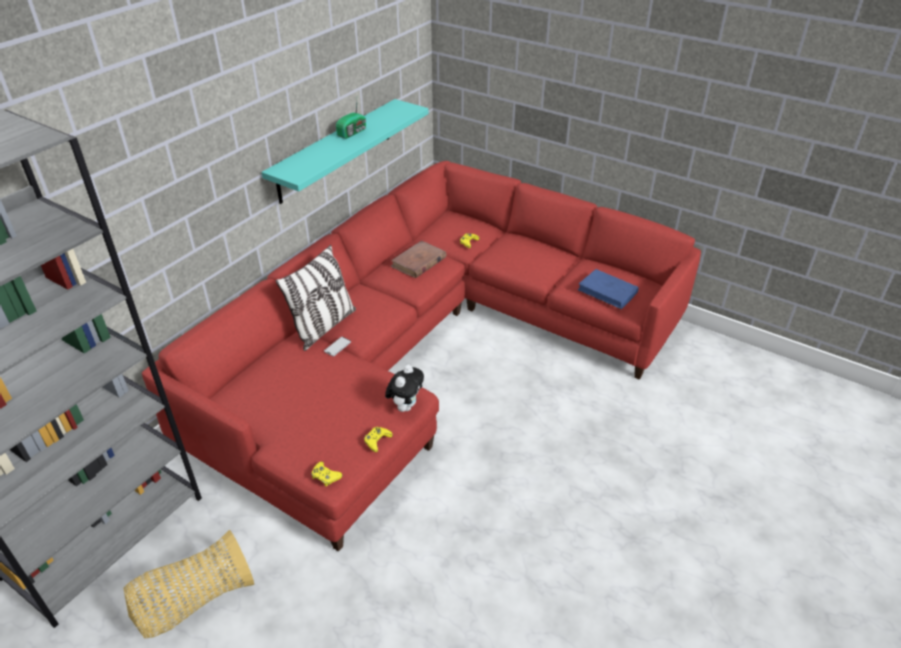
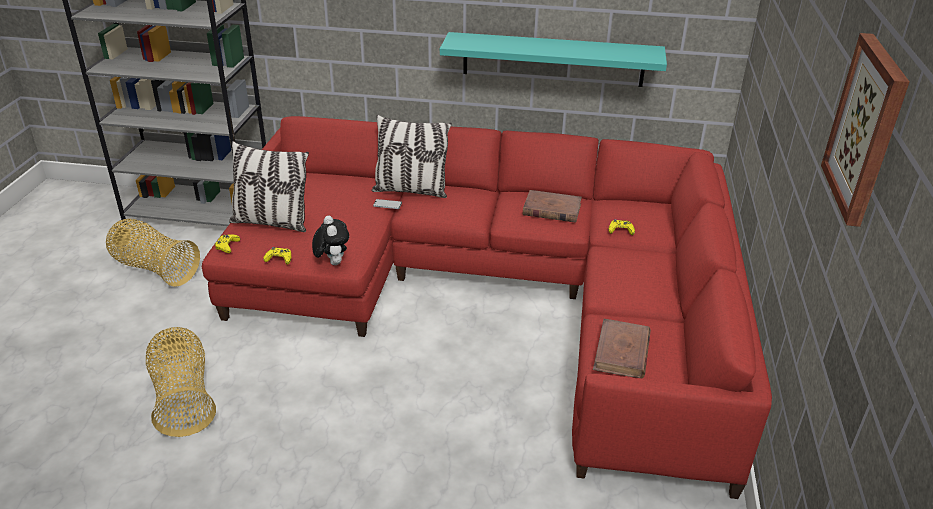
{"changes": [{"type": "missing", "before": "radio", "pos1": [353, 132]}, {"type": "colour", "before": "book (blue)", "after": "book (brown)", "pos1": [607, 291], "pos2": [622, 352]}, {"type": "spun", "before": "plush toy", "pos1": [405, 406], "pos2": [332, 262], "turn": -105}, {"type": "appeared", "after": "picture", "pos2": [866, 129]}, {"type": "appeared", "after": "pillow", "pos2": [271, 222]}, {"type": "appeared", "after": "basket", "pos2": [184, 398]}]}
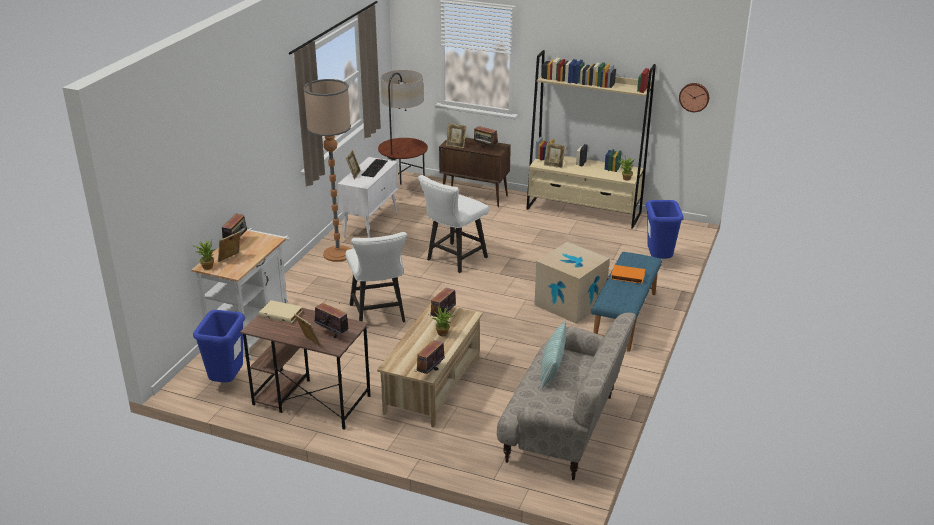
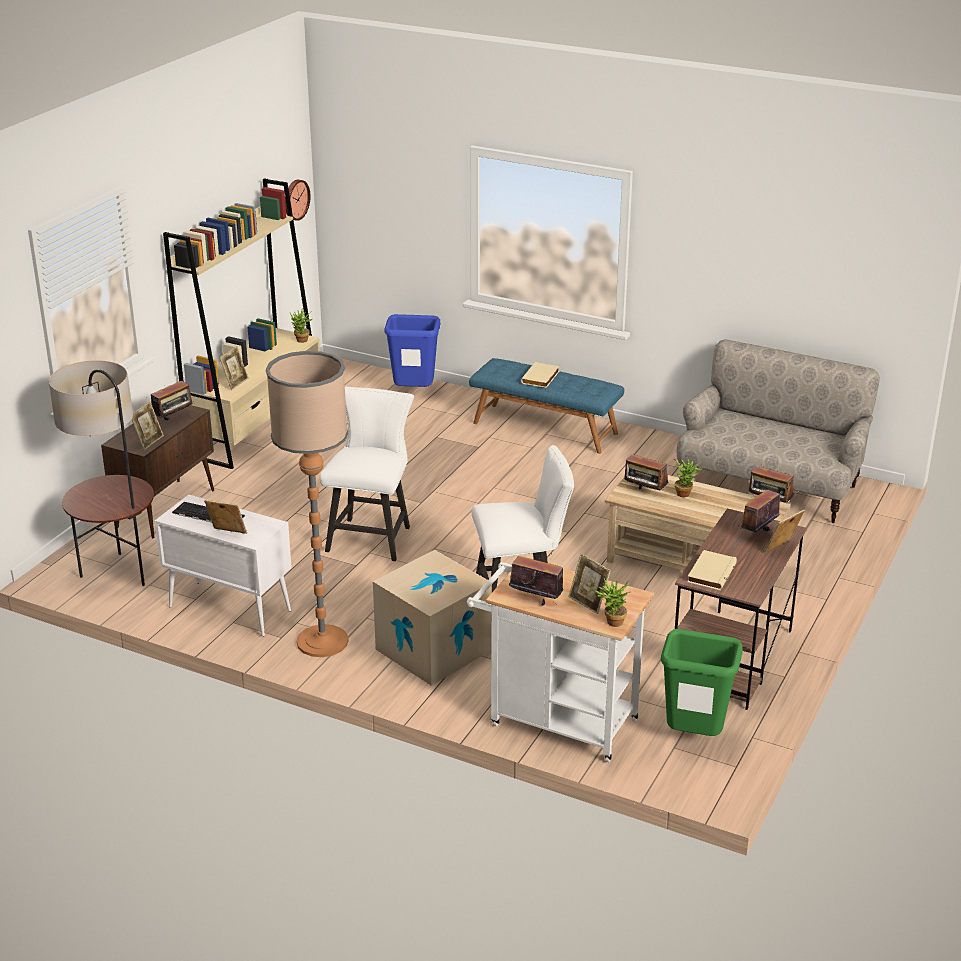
{"changes": [{"type": "spun", "before": "chair (white)", "pos1": [453, 260], "pos2": [371, 536], "turn": -120}, {"type": "relocated", "before": "cardboard box", "pos1": [570, 303], "pos2": [433, 649]}, {"type": "colour", "before": "book (orange)", "after": "book (beige)", "pos1": [627, 276], "pos2": [541, 378]}, {"type": "colour", "before": "trash can (blue)", "after": "trash can (green)", "pos1": [227, 382], "pos2": [693, 737]}, {"type": "missing", "before": "pillow", "pos1": [552, 368]}]}
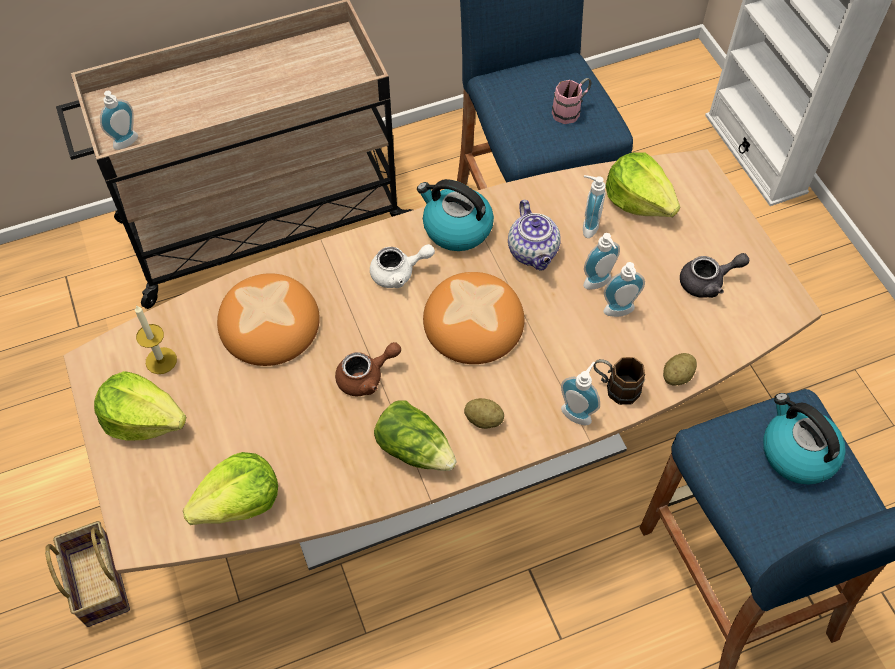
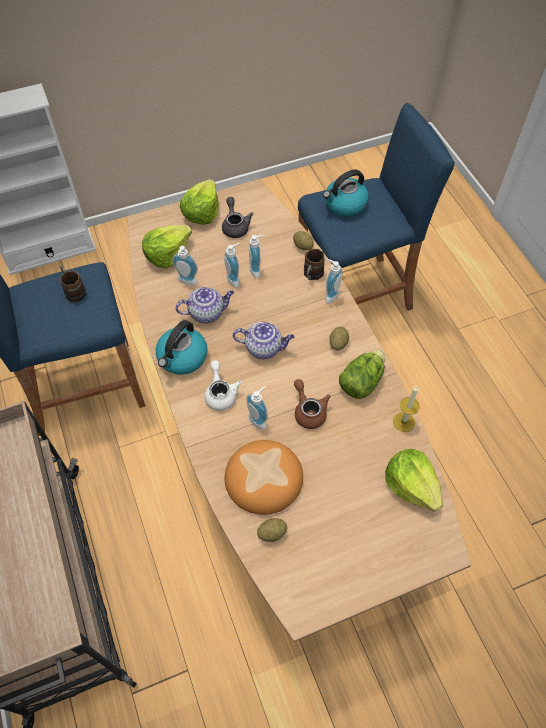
{"changes": [{"type": "colour", "before": "mug (pink)", "after": "mug (brown)", "pos1": [571, 110], "pos2": [73, 290]}, {"type": "relocated", "before": "soap dispenser", "pos1": [127, 143], "pos2": [259, 419]}, {"type": "exchanged", "before": "bread", "after": "teapot", "pos1": [473, 323], "pos2": [264, 348]}, {"type": "relocated", "before": "candle", "pos1": [161, 360], "pos2": [404, 422]}, {"type": "relocated", "before": "lettuce", "pos1": [143, 419], "pos2": [201, 212]}, {"type": "missing", "before": "basket", "pos1": [97, 581]}, {"type": "appeared", "after": "potato", "pos2": [272, 533]}]}
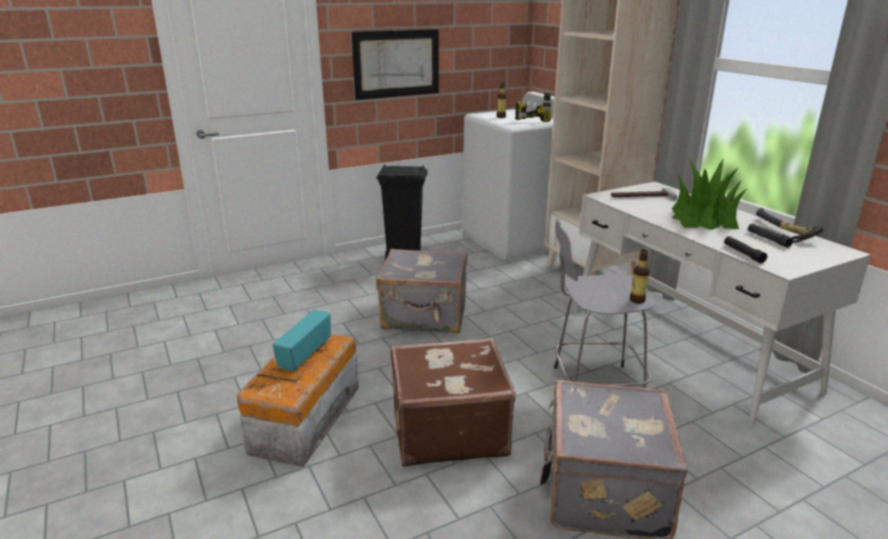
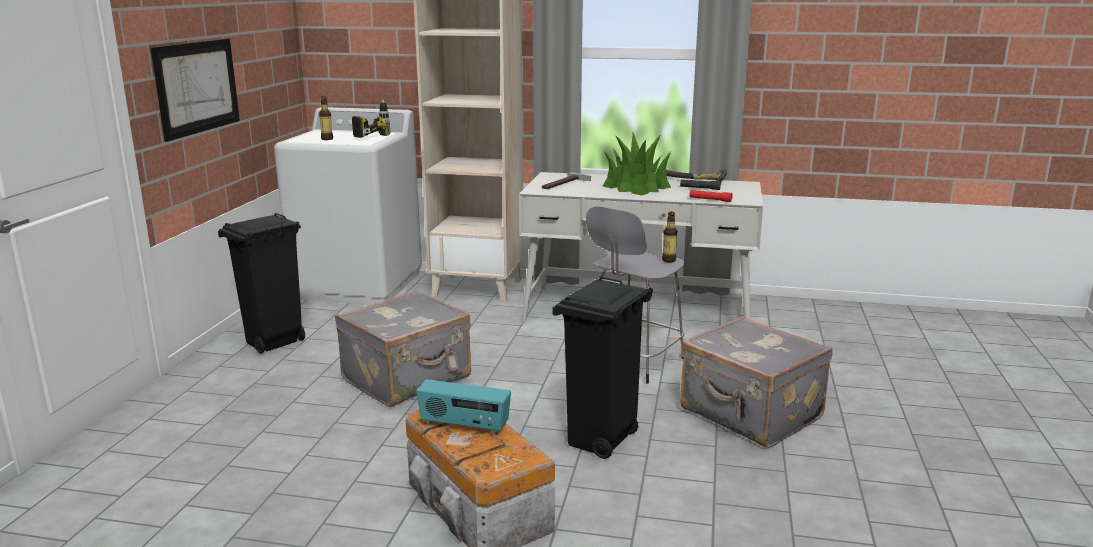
{"changes": [{"type": "colour", "before": "flashlight (black)", "after": "flashlight (red)", "pos1": [743, 254], "pos2": [710, 200]}, {"type": "spun", "before": "radio", "pos1": [304, 355], "pos2": [464, 426], "turn": -45}, {"type": "exchanged", "before": "suitcase (brown)", "after": "trash can (black)", "pos1": [447, 430], "pos2": [600, 441]}]}
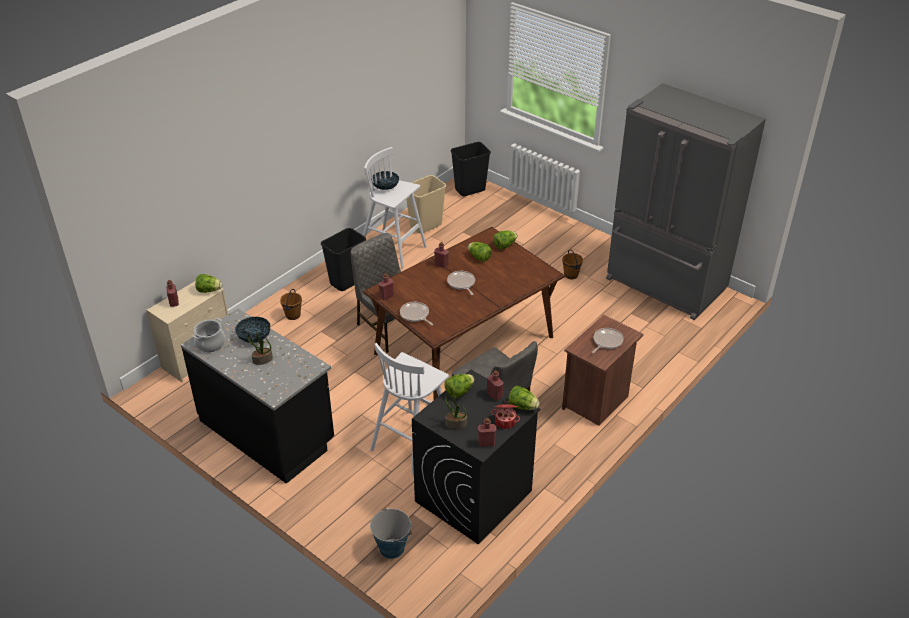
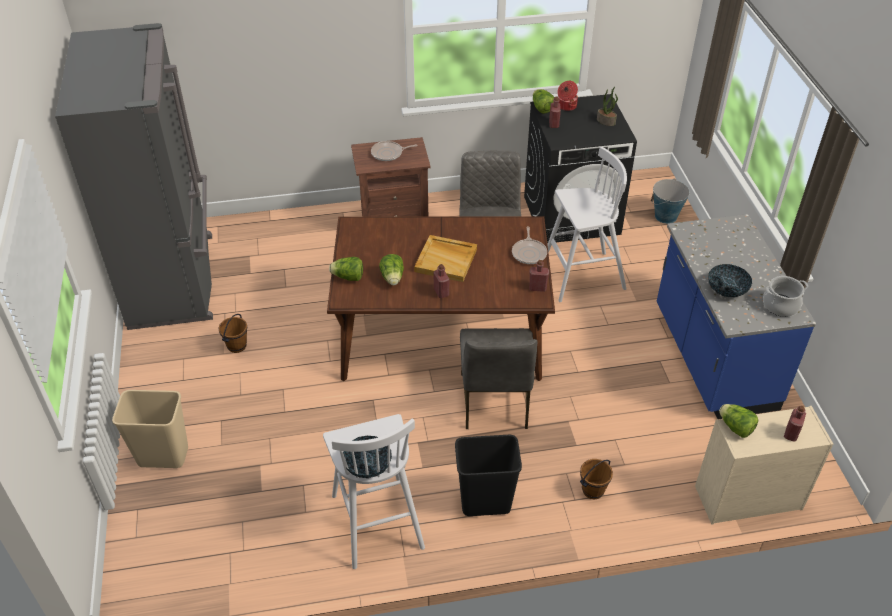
{"changes": [{"type": "missing", "before": "trash can (black)", "pos1": [470, 190]}, {"type": "relocated", "before": "trash can (beige)", "pos1": [425, 225], "pos2": [162, 457]}, {"type": "exchanged", "before": "frying pan", "after": "tray (beige)", "pos1": [461, 283], "pos2": [446, 260]}, {"type": "colour", "before": "counter (black)", "after": "counter (blue)", "pos1": [268, 431], "pos2": [712, 359]}, {"type": "missing", "before": "potted plant", "pos1": [262, 360]}, {"type": "missing", "before": "lettuce", "pos1": [459, 392]}, {"type": "missing", "before": "bottle (red)", "pos1": [486, 443]}]}
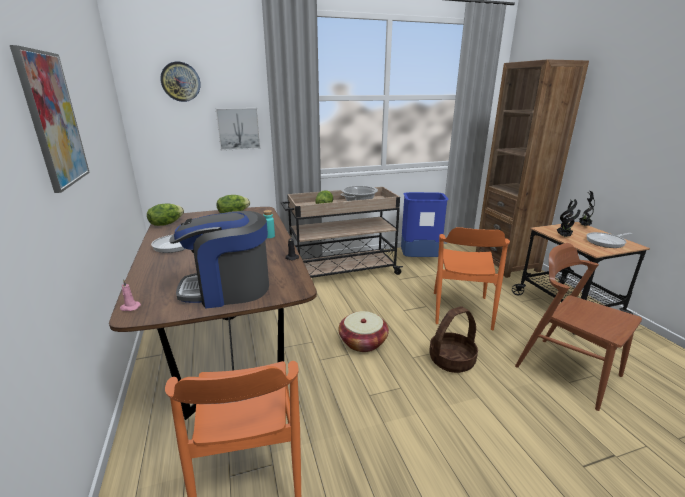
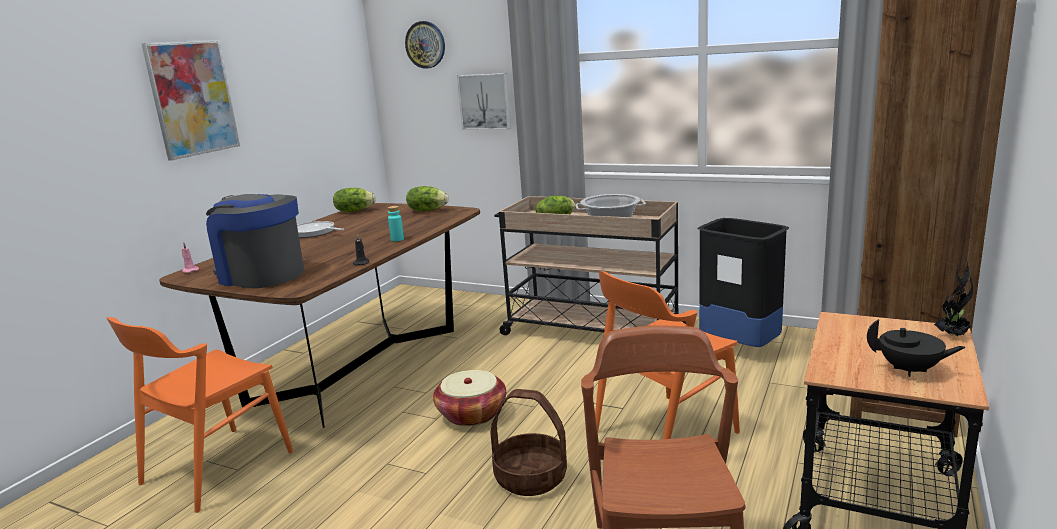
{"changes": [{"type": "colour", "before": "trash can (blue)", "after": "trash can (black)", "pos1": [419, 259], "pos2": [740, 347]}, {"type": "missing", "before": "potted plant", "pos1": [564, 237]}, {"type": "exchanged", "before": "frying pan", "after": "teapot (black)", "pos1": [606, 242], "pos2": [910, 370]}]}
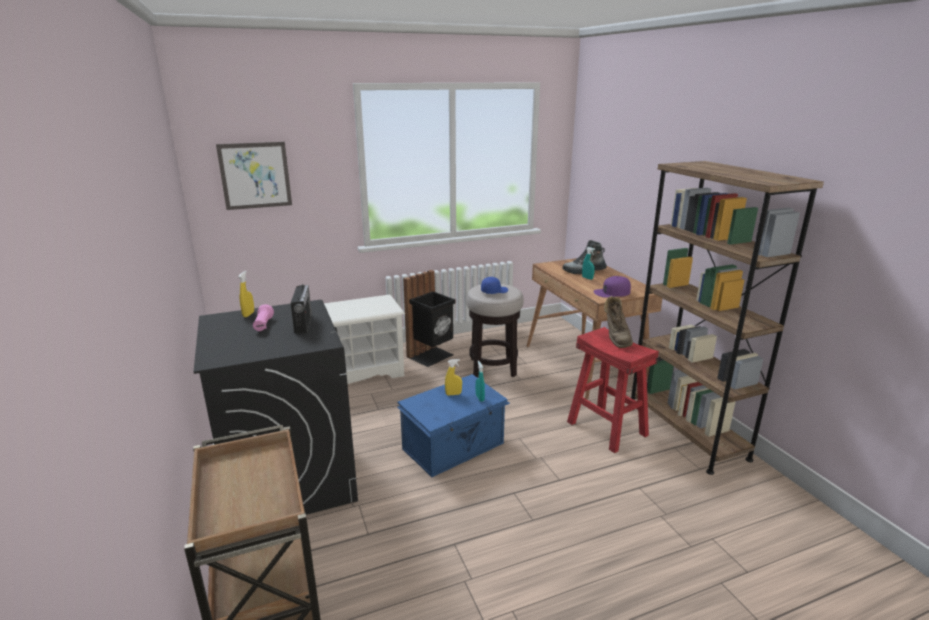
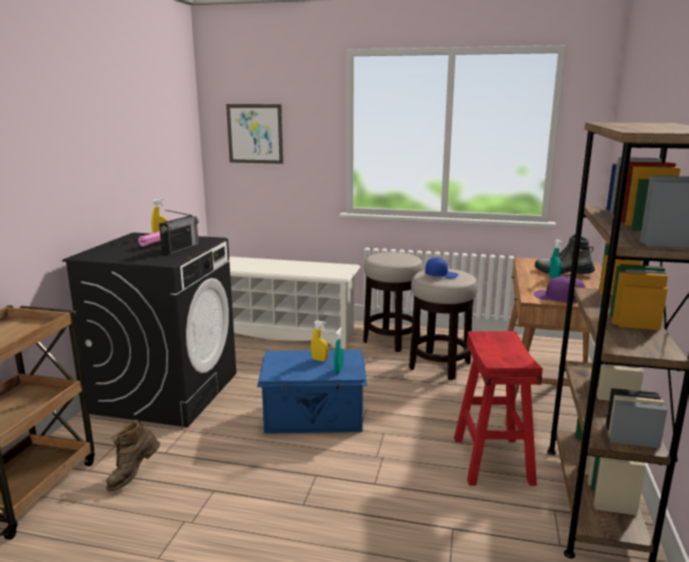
{"changes": [{"type": "exchanged", "before": "trash can (black)", "after": "stool", "pos1": [432, 356], "pos2": [391, 340]}, {"type": "relocated", "before": "boot (brown)", "pos1": [616, 338], "pos2": [133, 475]}]}
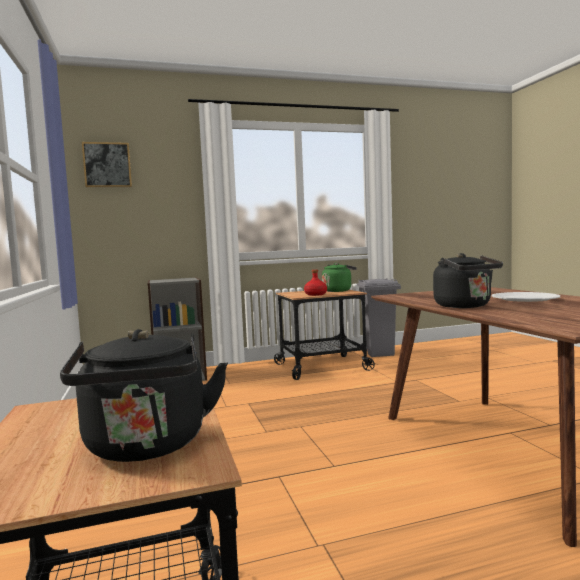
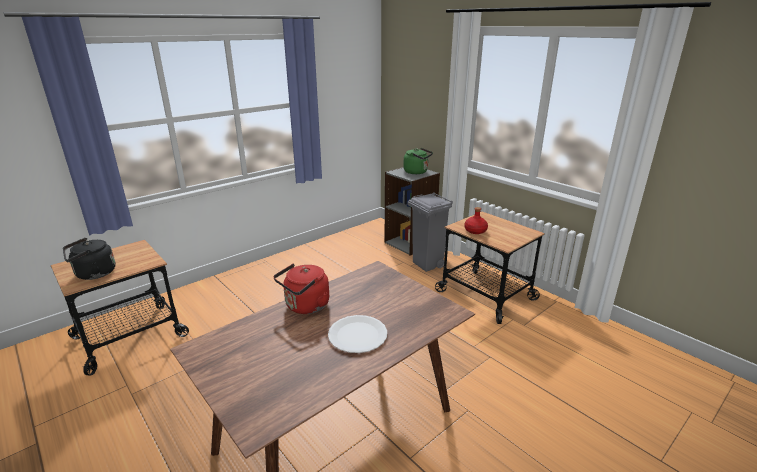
{"changes": [{"type": "missing", "before": "picture", "pos1": [107, 165]}, {"type": "colour", "before": "kettle (black)", "after": "kettle (red)", "pos1": [465, 306], "pos2": [305, 306]}, {"type": "relocated", "before": "kettle (green)", "pos1": [338, 291], "pos2": [417, 172]}, {"type": "relocated", "before": "trash can (grey)", "pos1": [380, 354], "pos2": [427, 264]}]}
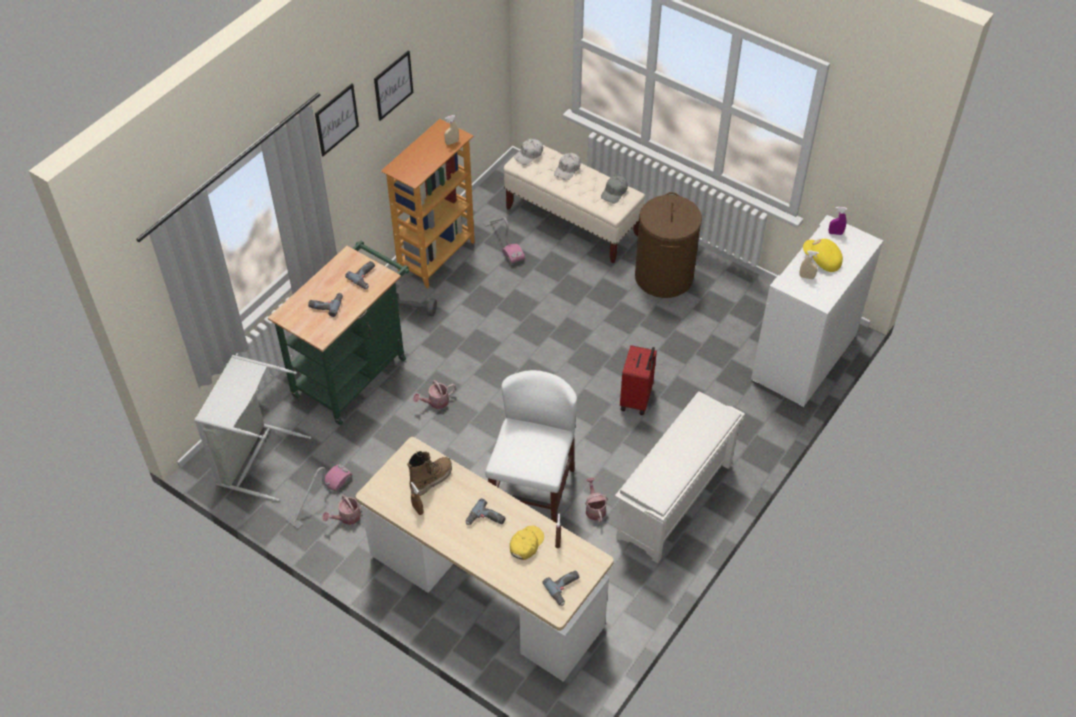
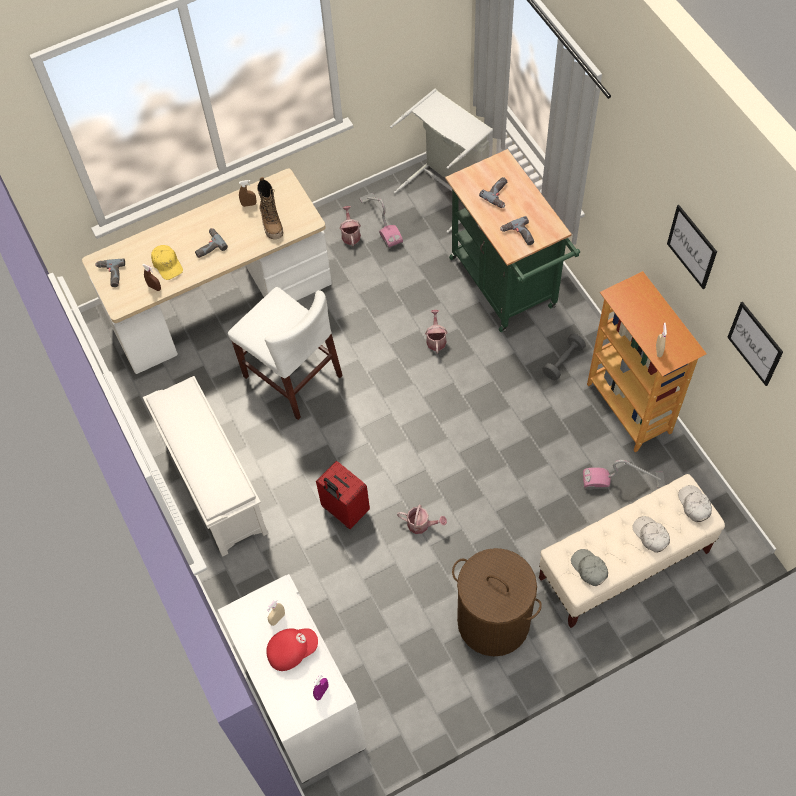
{"changes": [{"type": "relocated", "before": "picture", "pos1": [336, 119], "pos2": [755, 343]}, {"type": "colour", "before": "cap (yellow)", "after": "cap (red)", "pos1": [821, 260], "pos2": [291, 650]}, {"type": "relocated", "before": "watering can", "pos1": [594, 508], "pos2": [421, 524]}]}
